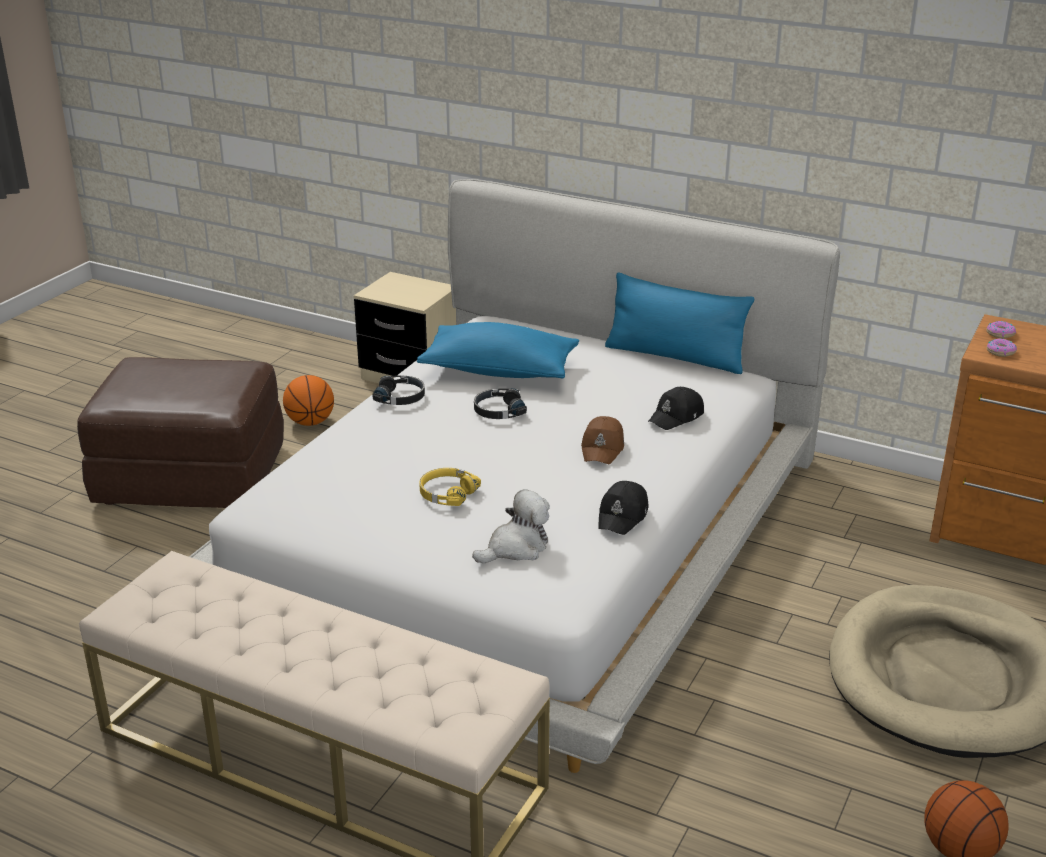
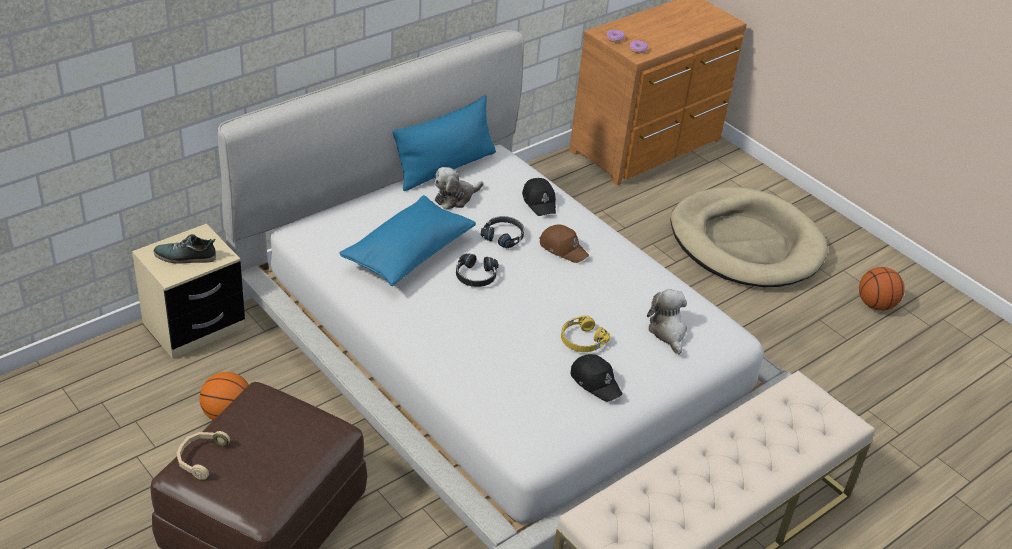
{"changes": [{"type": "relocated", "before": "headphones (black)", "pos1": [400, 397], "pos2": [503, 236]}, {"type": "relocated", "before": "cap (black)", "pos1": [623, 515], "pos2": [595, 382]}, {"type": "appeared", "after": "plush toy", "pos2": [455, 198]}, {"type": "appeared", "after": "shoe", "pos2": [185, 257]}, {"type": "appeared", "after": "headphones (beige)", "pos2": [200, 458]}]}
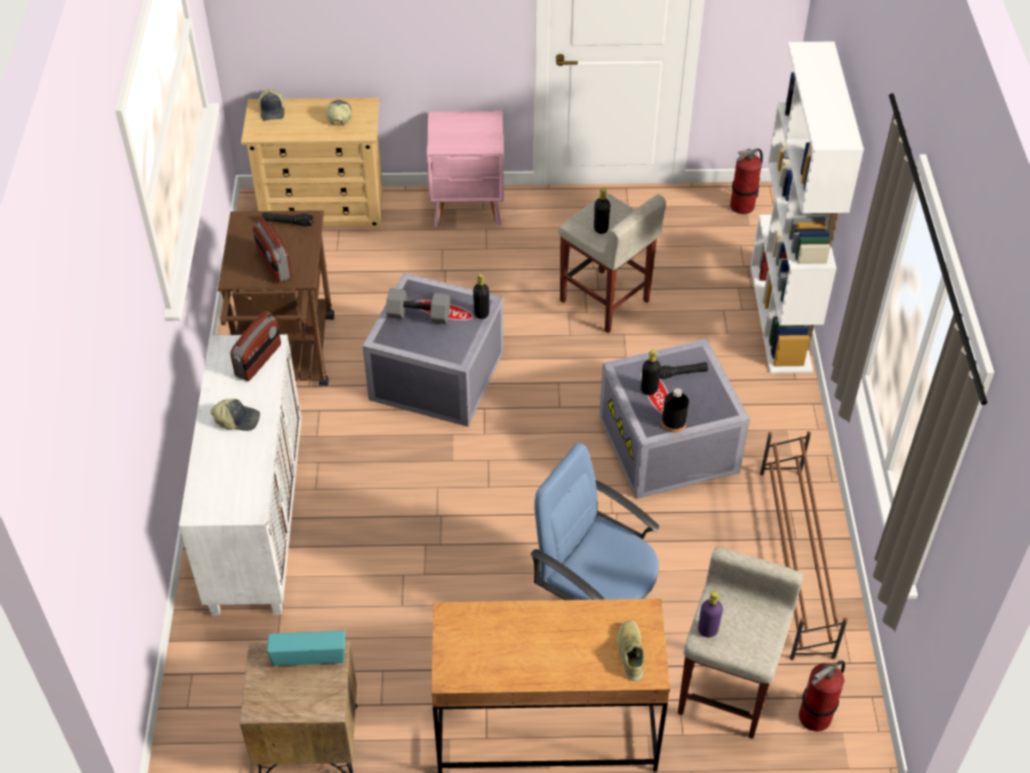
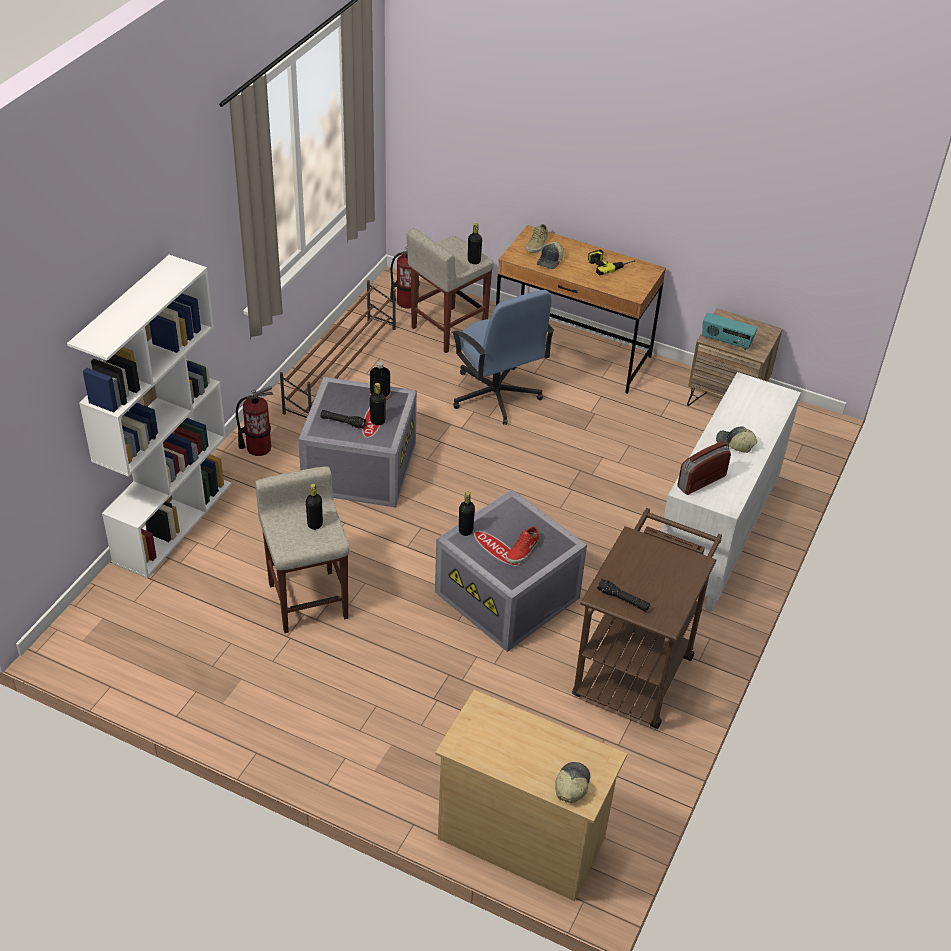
{"changes": [{"type": "relocated", "before": "cap", "pos1": [339, 116], "pos2": [550, 261]}, {"type": "missing", "before": "nightstand (pink)", "pos1": [469, 207]}, {"type": "relocated", "before": "fire extinguisher", "pos1": [743, 206], "pos2": [258, 447]}, {"type": "missing", "before": "radio", "pos1": [274, 264]}, {"type": "exchanged", "before": "dumbbell (grey)", "after": "shoe (red)", "pos1": [418, 316], "pos2": [523, 551]}, {"type": "colour", "before": "bottle (purple)", "after": "bottle (black)", "pos1": [707, 630], "pos2": [474, 261]}, {"type": "appeared", "after": "power drill", "pos2": [609, 263]}]}
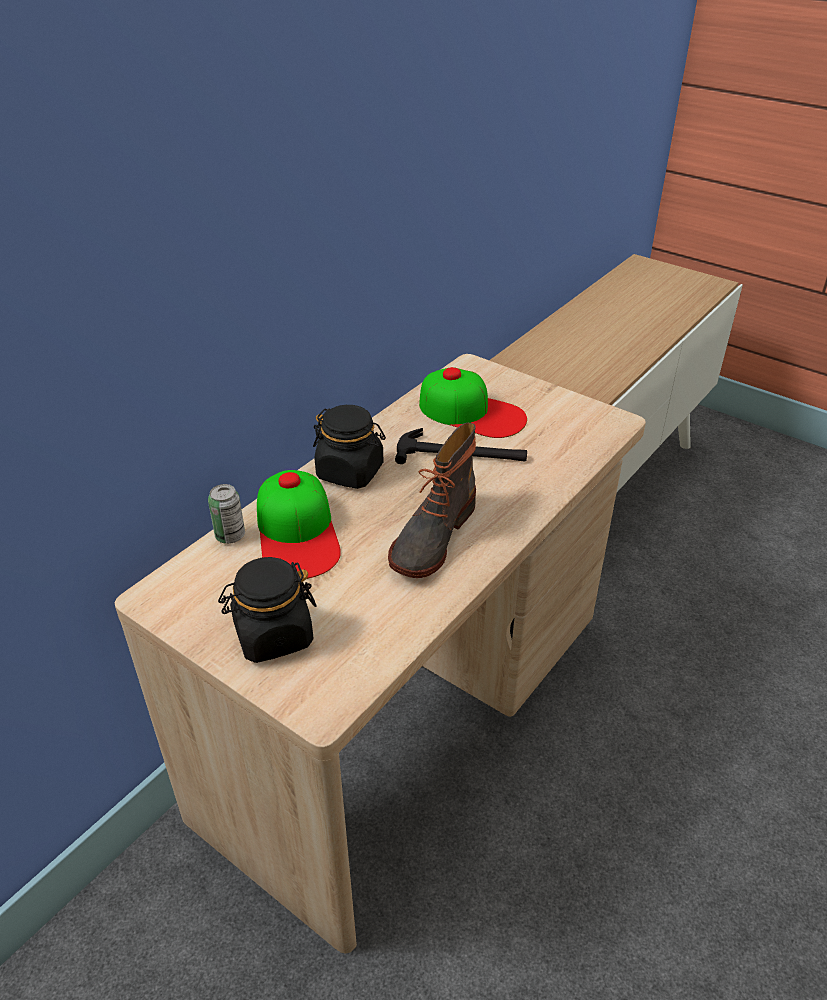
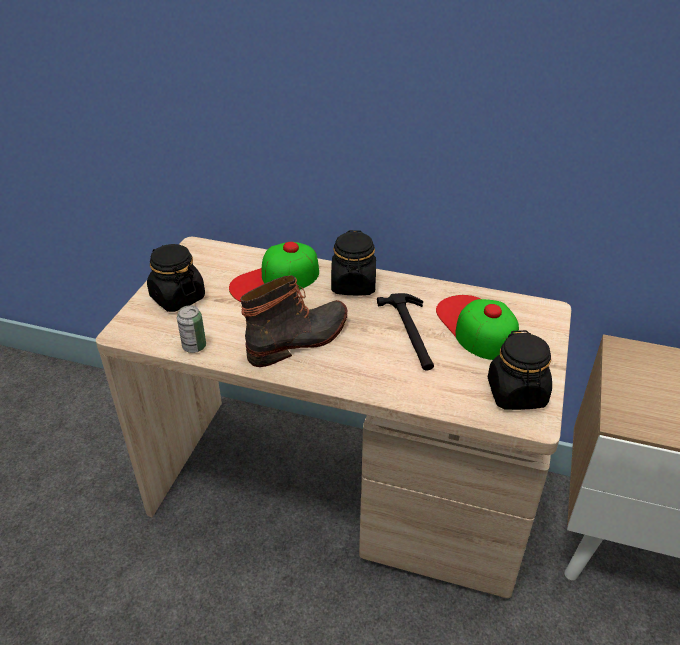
{"changes": [{"type": "spun", "before": "cap", "pos1": [472, 412], "pos2": [476, 326], "turn": 150}, {"type": "spun", "before": "boot", "pos1": [431, 537], "pos2": [300, 340], "turn": 135}, {"type": "relocated", "before": "can", "pos1": [230, 536], "pos2": [194, 346]}, {"type": "appeared", "after": "jar (black)", "pos2": [516, 393]}]}
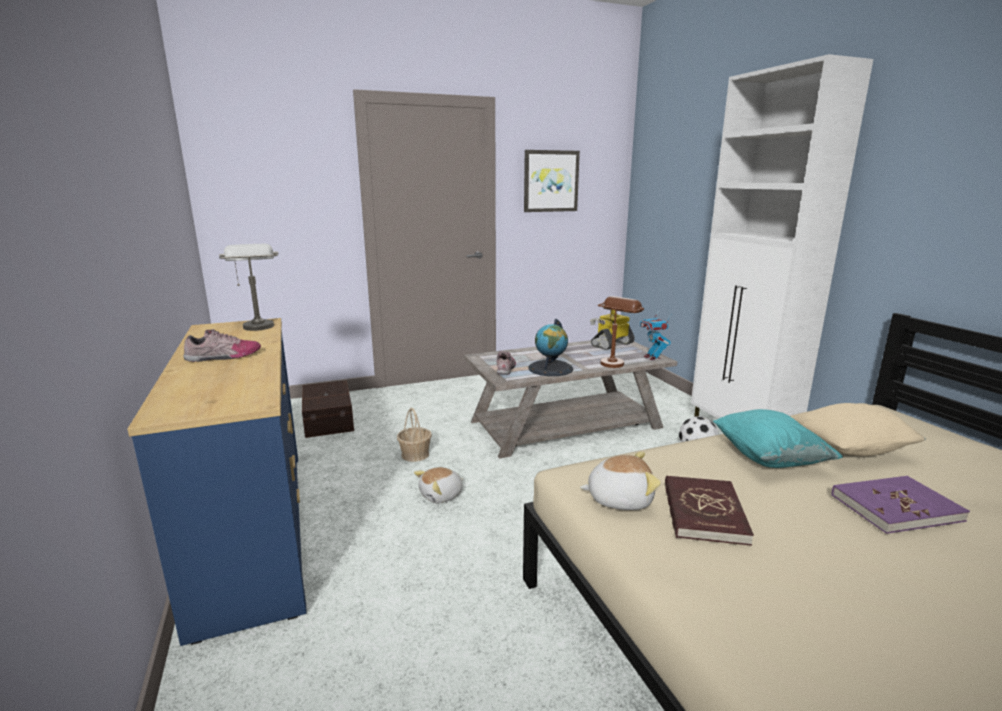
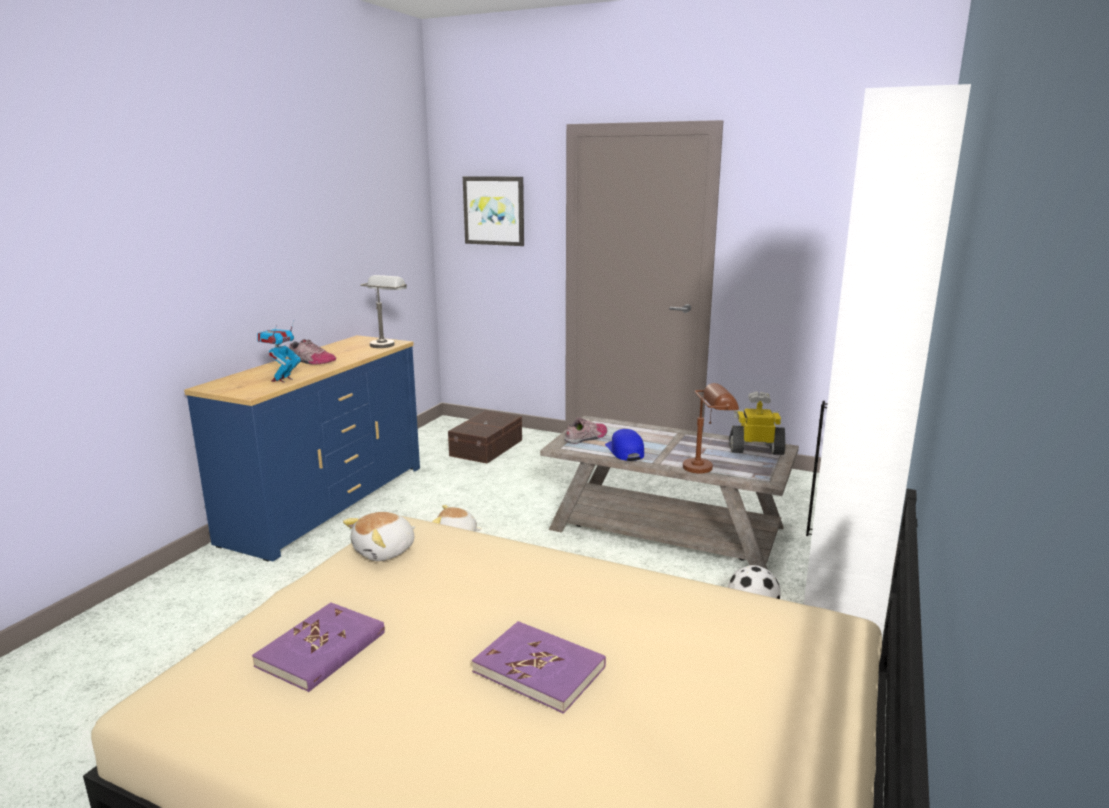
{"changes": [{"type": "relocated", "before": "picture", "pos1": [550, 181], "pos2": [494, 211]}, {"type": "relocated", "before": "toy robot", "pos1": [652, 358], "pos2": [282, 380]}, {"type": "exchanged", "before": "globe", "after": "cap (blue)", "pos1": [550, 368], "pos2": [624, 451]}, {"type": "missing", "before": "pillow (beige)", "pos1": [849, 448]}, {"type": "missing", "before": "basket", "pos1": [415, 454]}, {"type": "missing", "before": "pillow (turquoise)", "pos1": [768, 458]}, {"type": "spun", "before": "plush toy", "pos1": [619, 498], "pos2": [385, 551], "turn": 90}, {"type": "missing", "before": "book (red)", "pos1": [703, 512]}, {"type": "appeared", "after": "book (purple)", "pos2": [322, 650]}]}
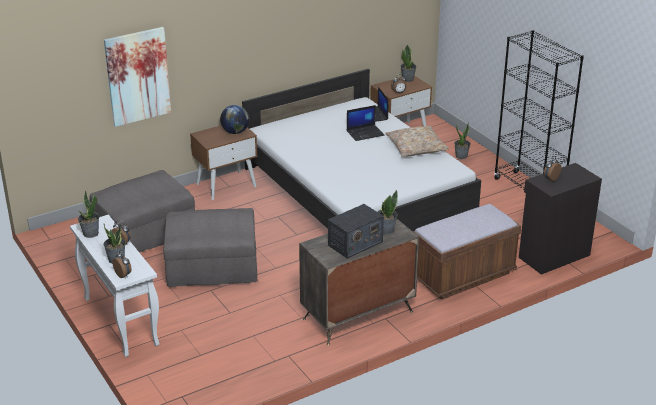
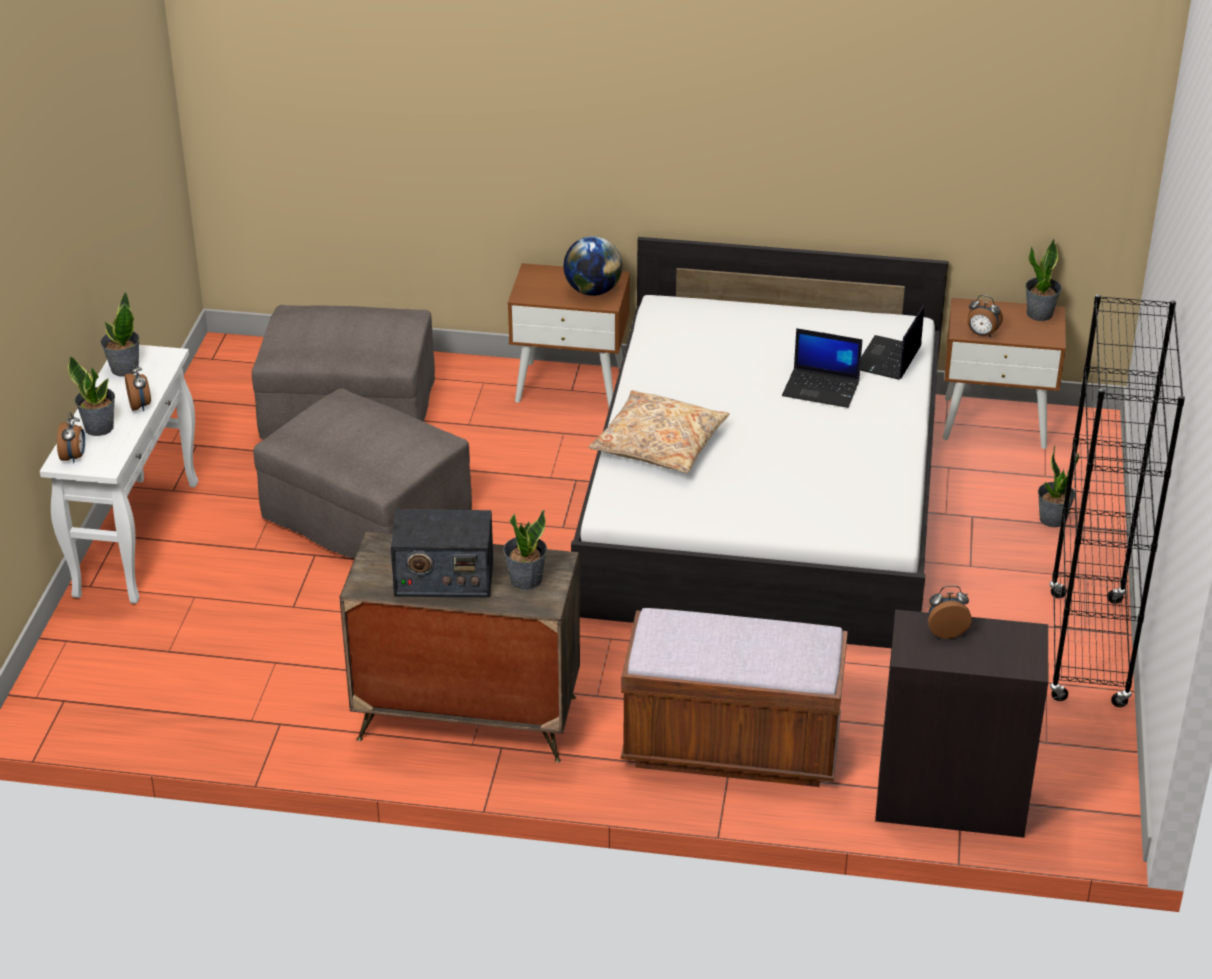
{"changes": [{"type": "missing", "before": "picture", "pos1": [138, 76]}, {"type": "relocated", "before": "pillow (beige)", "pos1": [416, 148], "pos2": [659, 445]}]}
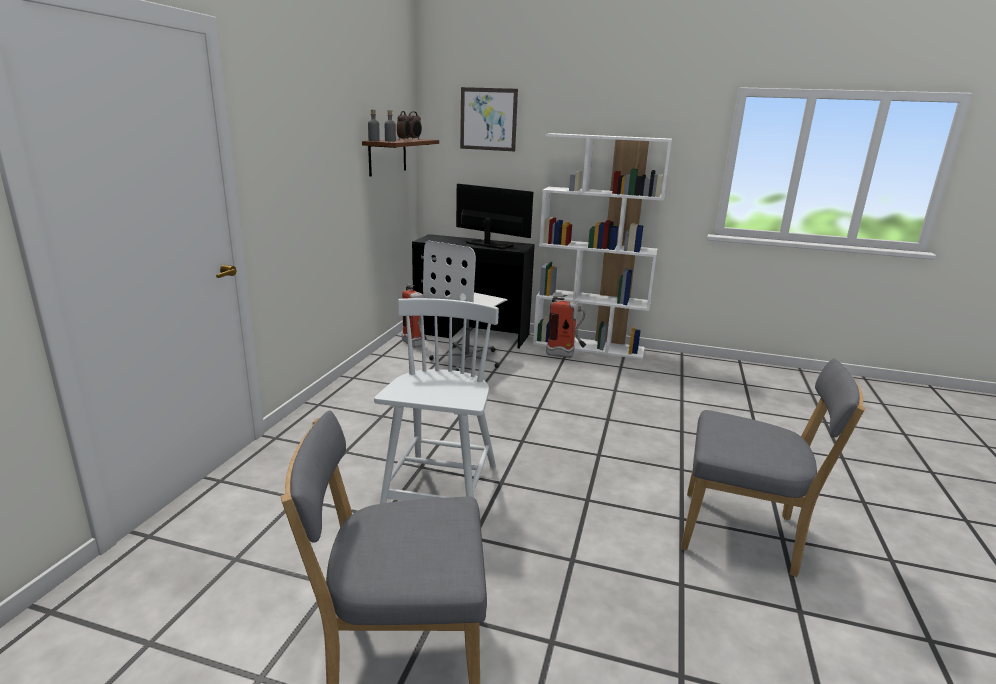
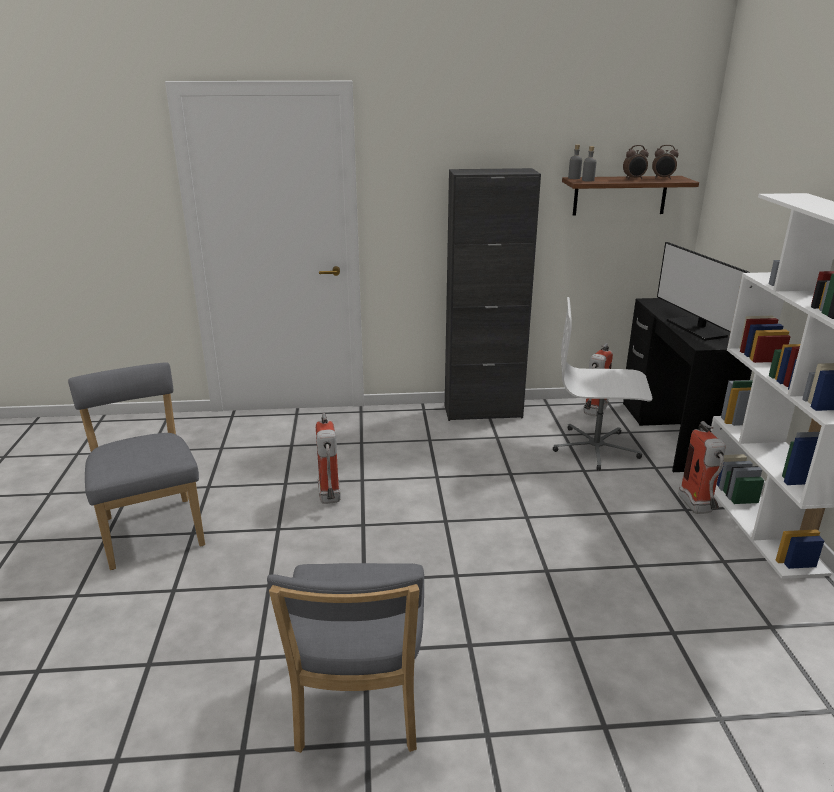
{"changes": [{"type": "missing", "before": "picture", "pos1": [488, 119]}, {"type": "spun", "before": "monitor", "pos1": [489, 244], "pos2": [696, 329], "turn": 150}, {"type": "exchanged", "before": "chair (white)", "after": "fire extinguisher", "pos1": [441, 493], "pos2": [330, 499]}, {"type": "appeared", "after": "cabinet (black)", "pos2": [483, 412]}]}
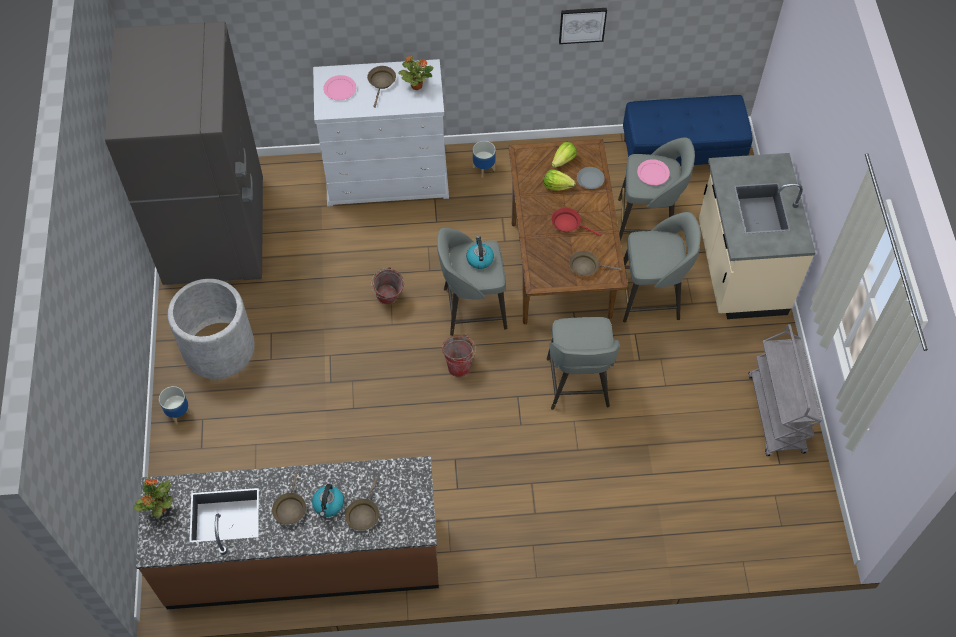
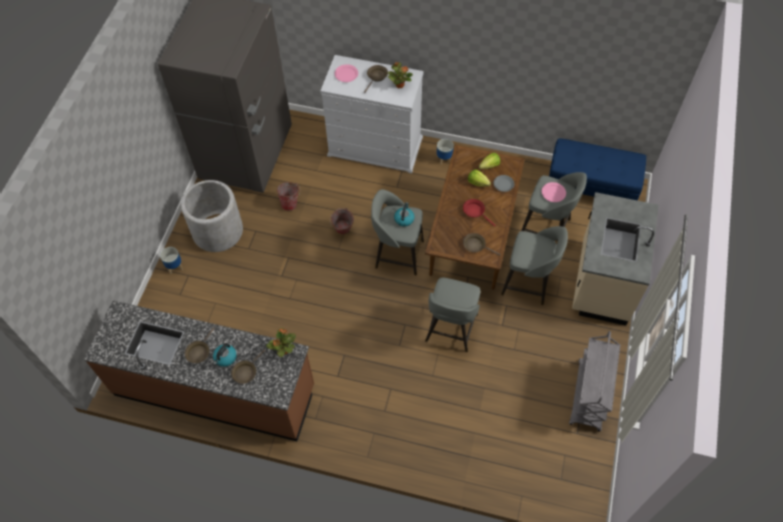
{"changes": [{"type": "missing", "before": "picture", "pos1": [582, 24]}, {"type": "relocated", "before": "bucket", "pos1": [459, 364], "pos2": [291, 203]}, {"type": "relocated", "before": "potted plant", "pos1": [159, 508], "pos2": [284, 350]}]}
